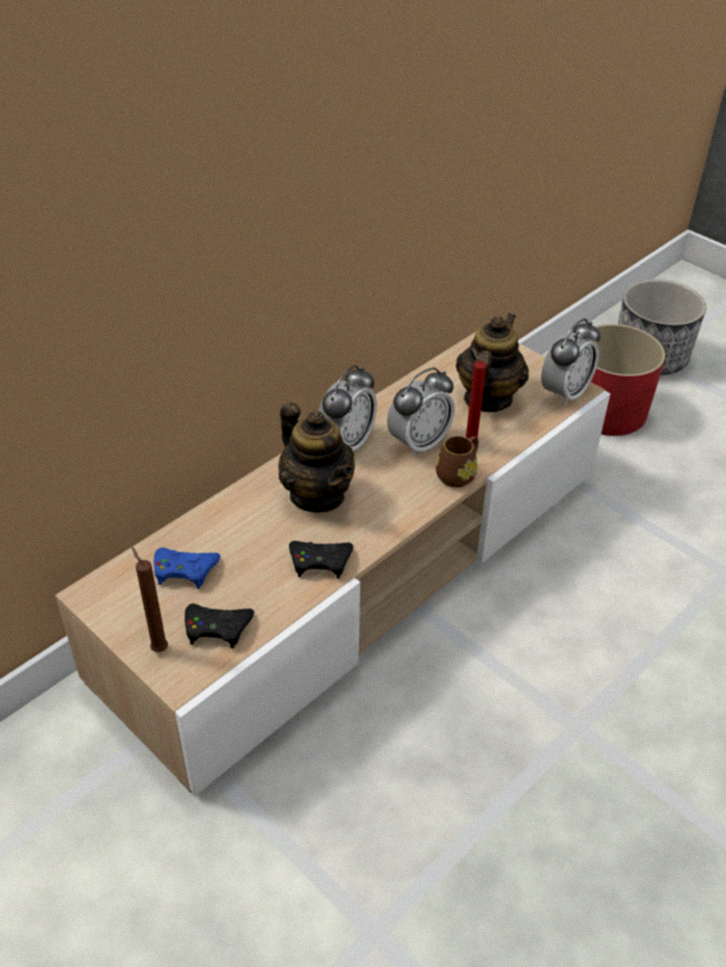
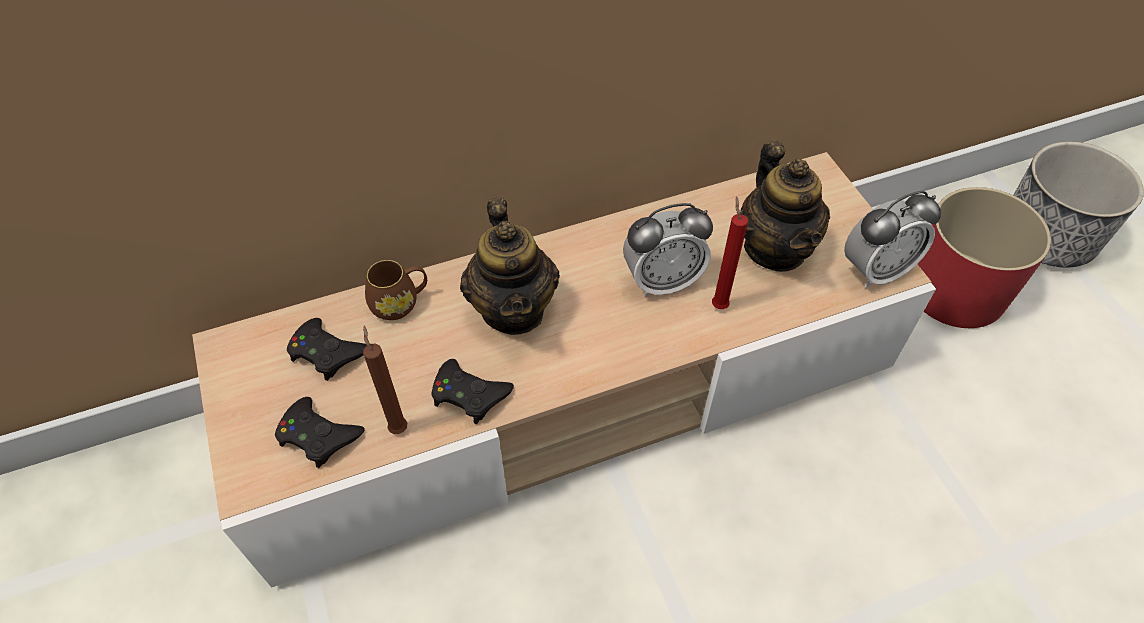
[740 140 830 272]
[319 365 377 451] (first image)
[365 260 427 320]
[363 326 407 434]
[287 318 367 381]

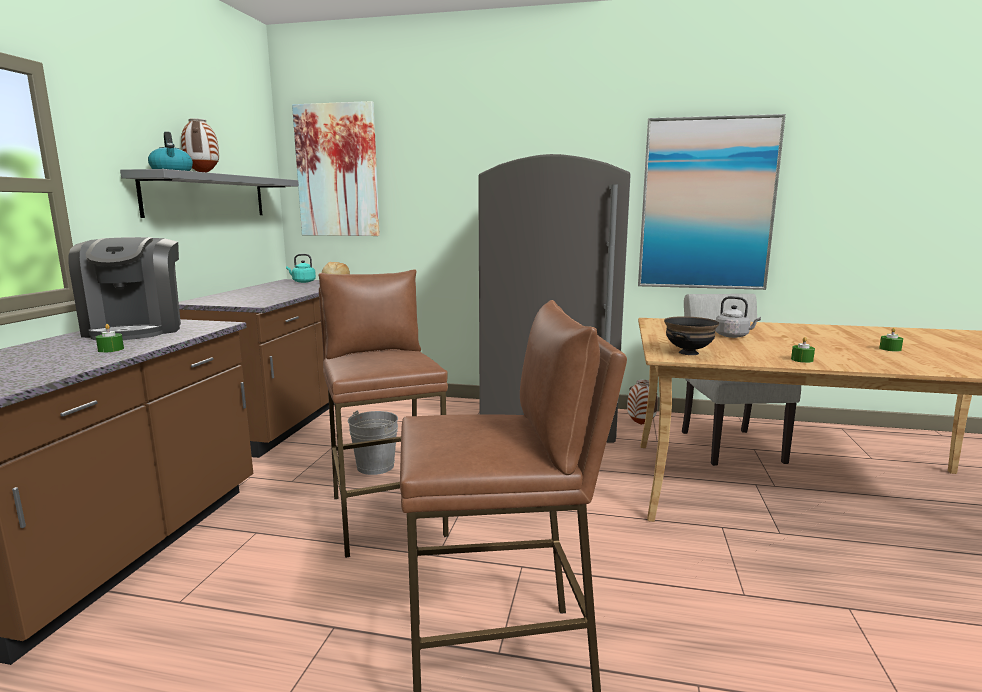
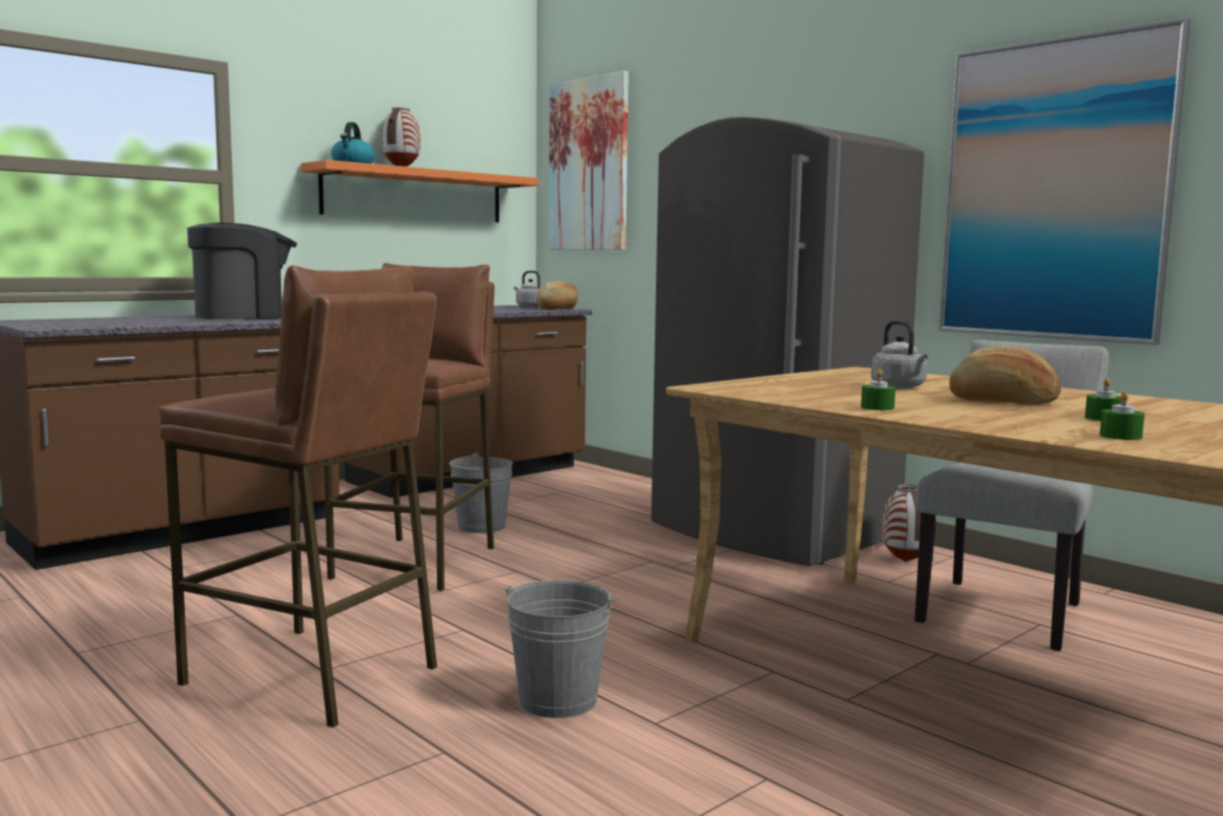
[301 160 539 222]
[187 223 297 319]
[514 271 540 307]
[664 316 719 355] (first image)
[1100 391 1145 440]
[950 346 1061 405]
[505 580 618 718]

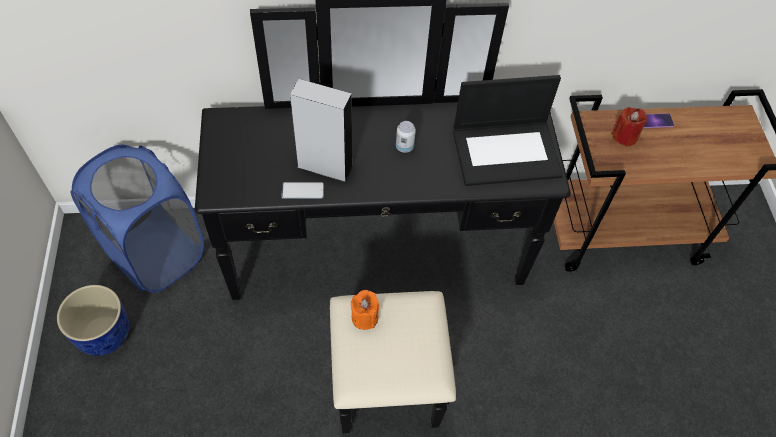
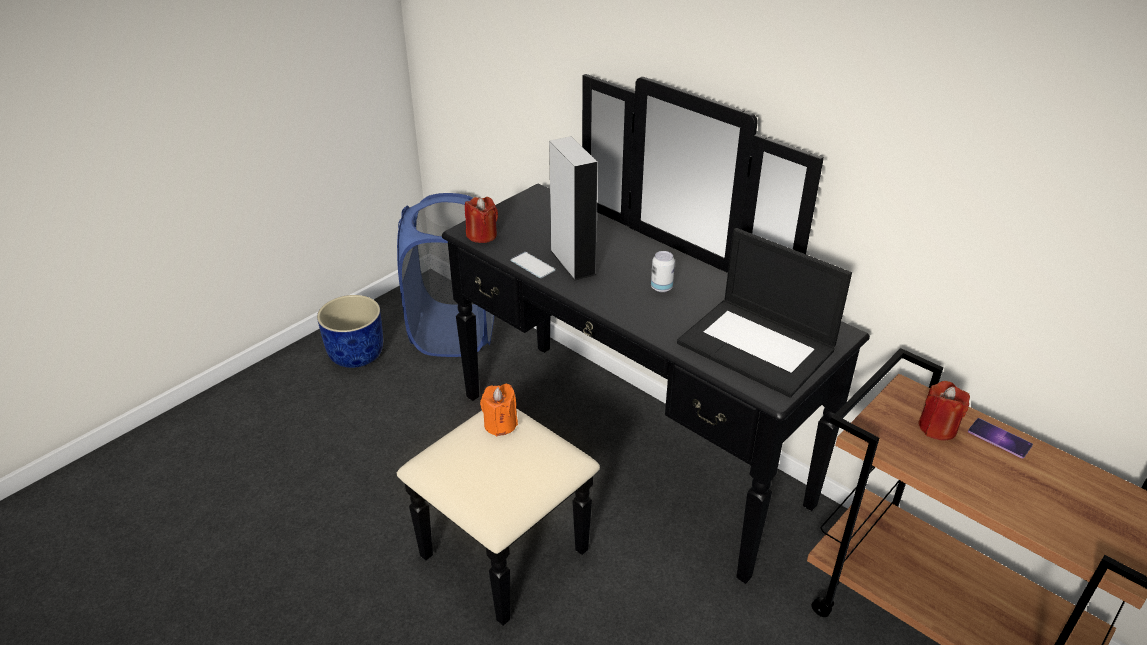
[465 197 498 243]

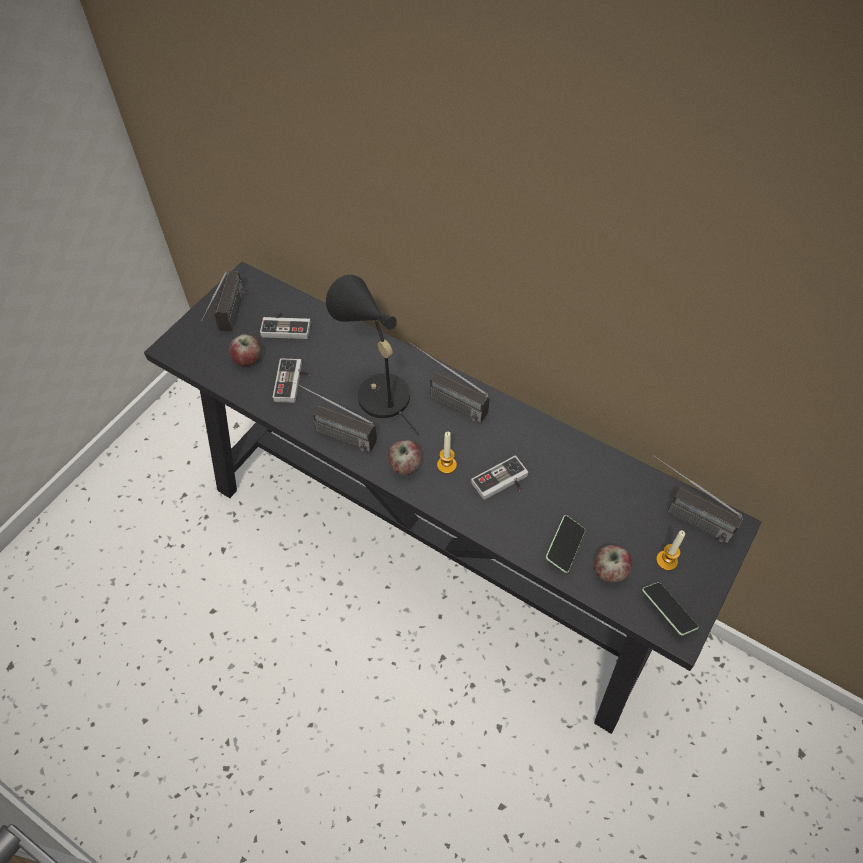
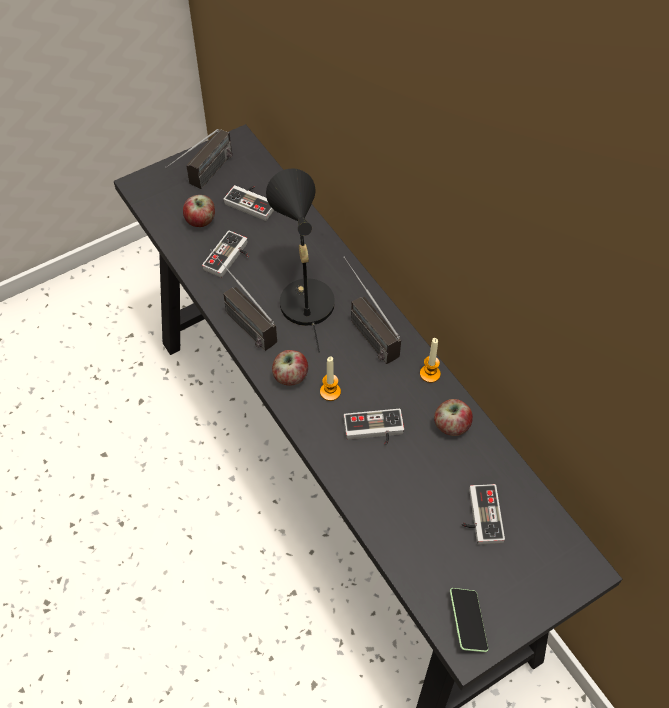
[653 455 743 544] (first image)
[546 515 585 573] (first image)
[420 338 441 383]
[434 399 473 436]
[462 484 505 545]

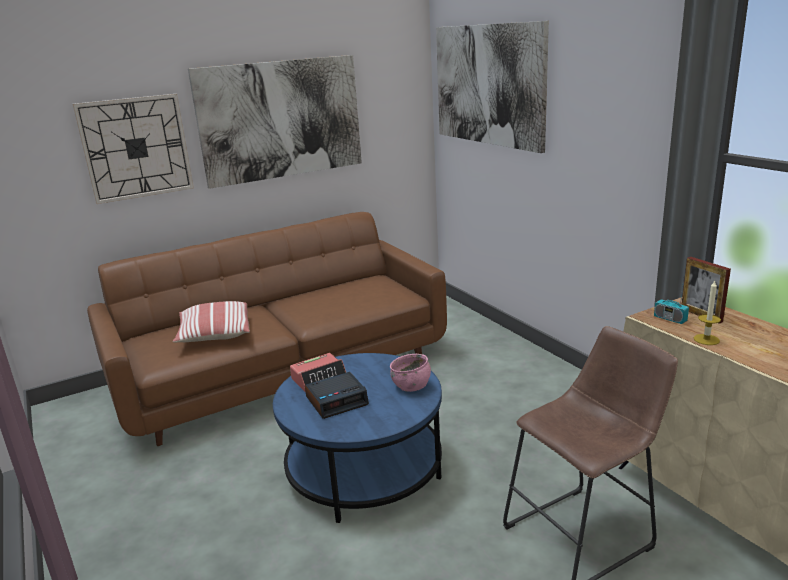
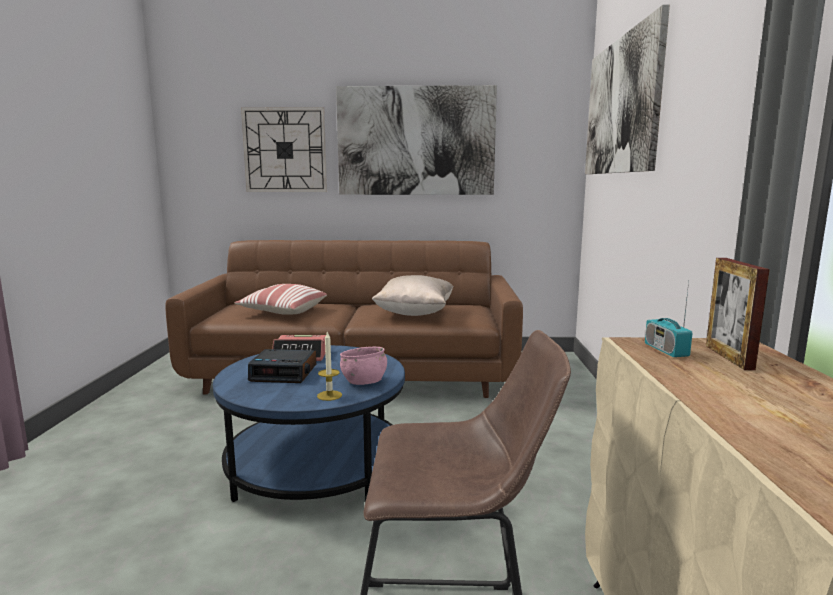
[317 331 342 401]
[372 275 454 316]

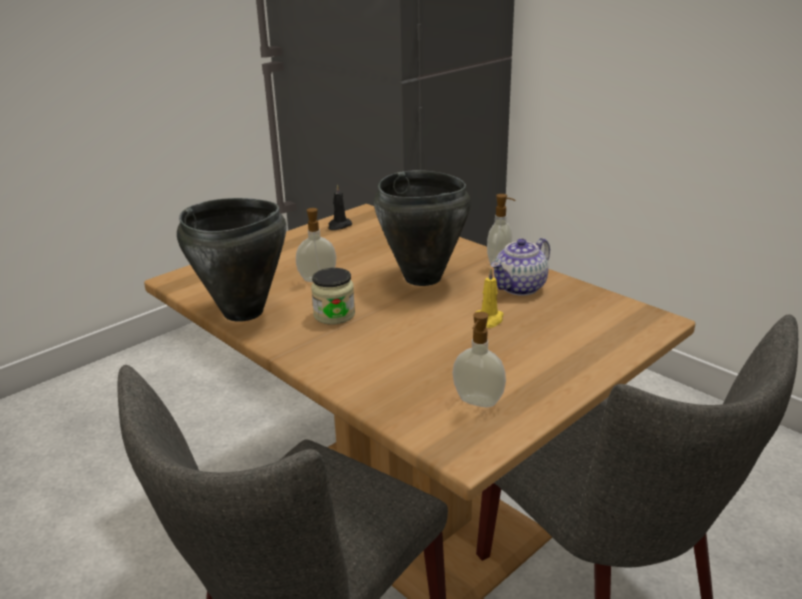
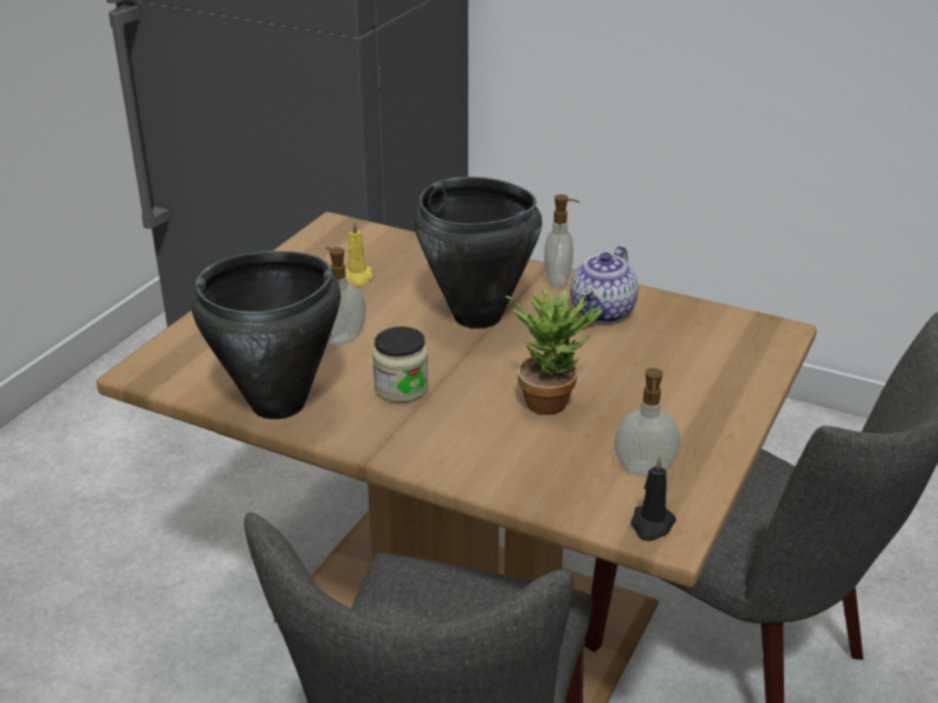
[631 456 676 541]
[345 220 373 286]
[506 288 604 415]

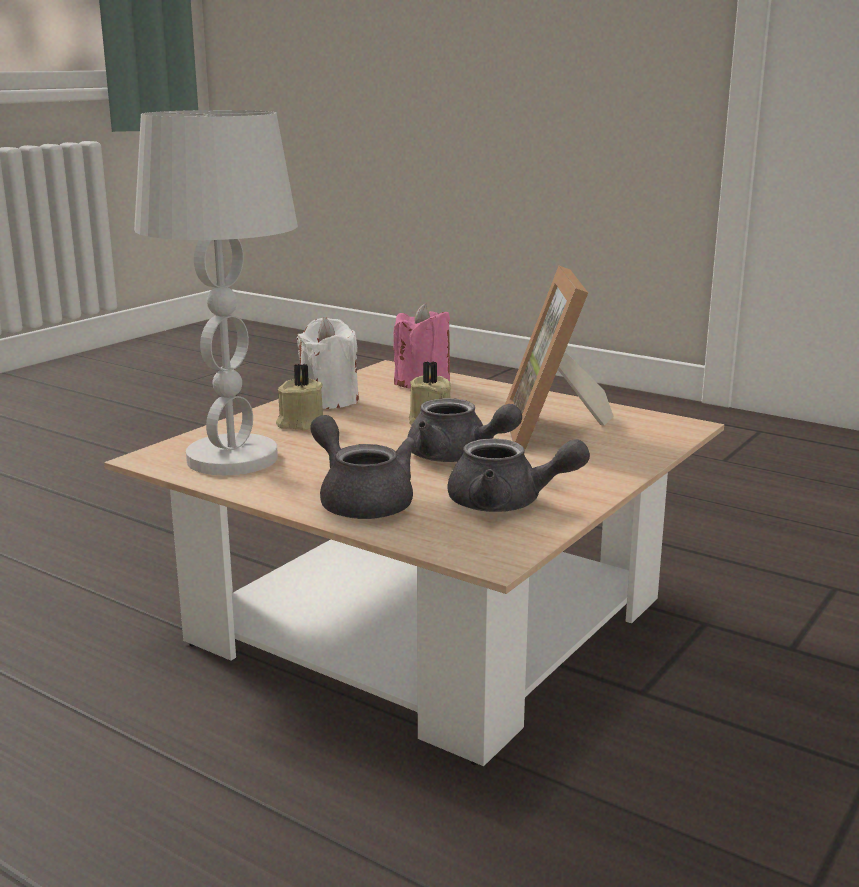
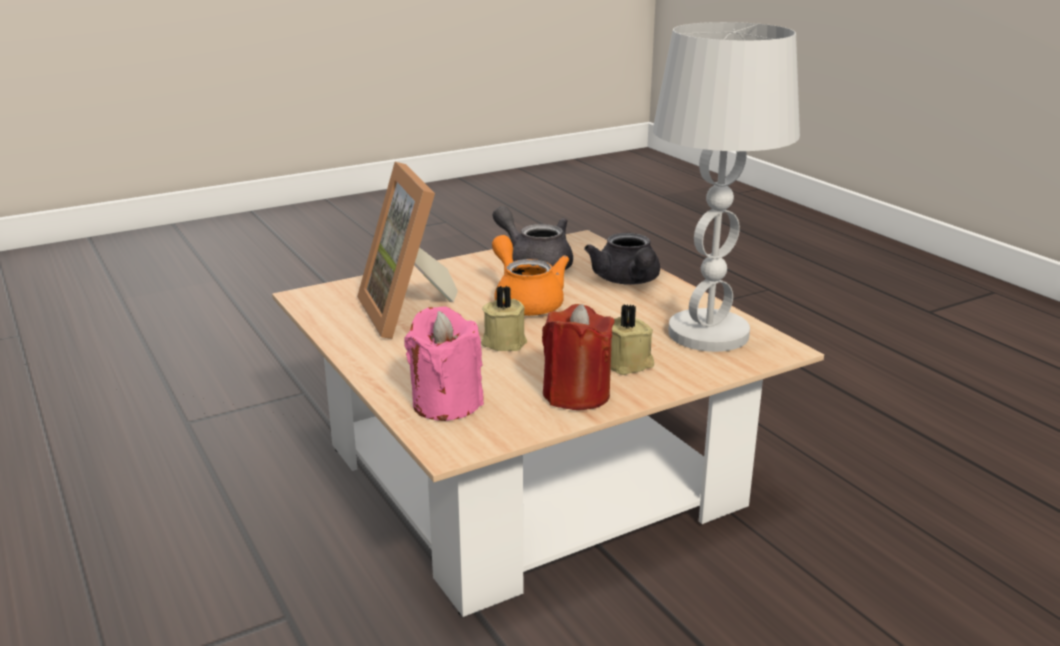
[357 162 458 339]
[542 304 615 410]
[492 235 569 316]

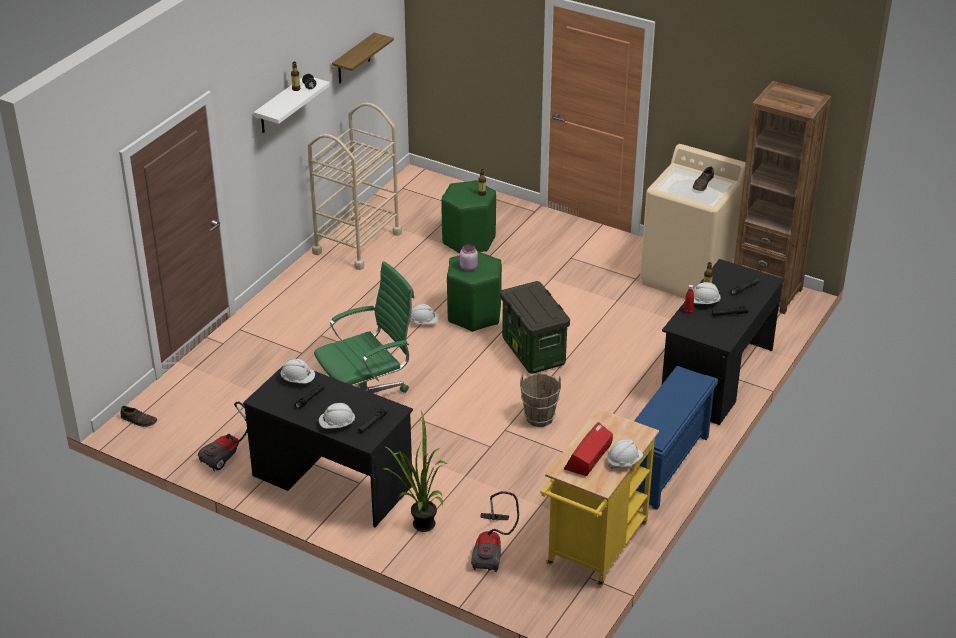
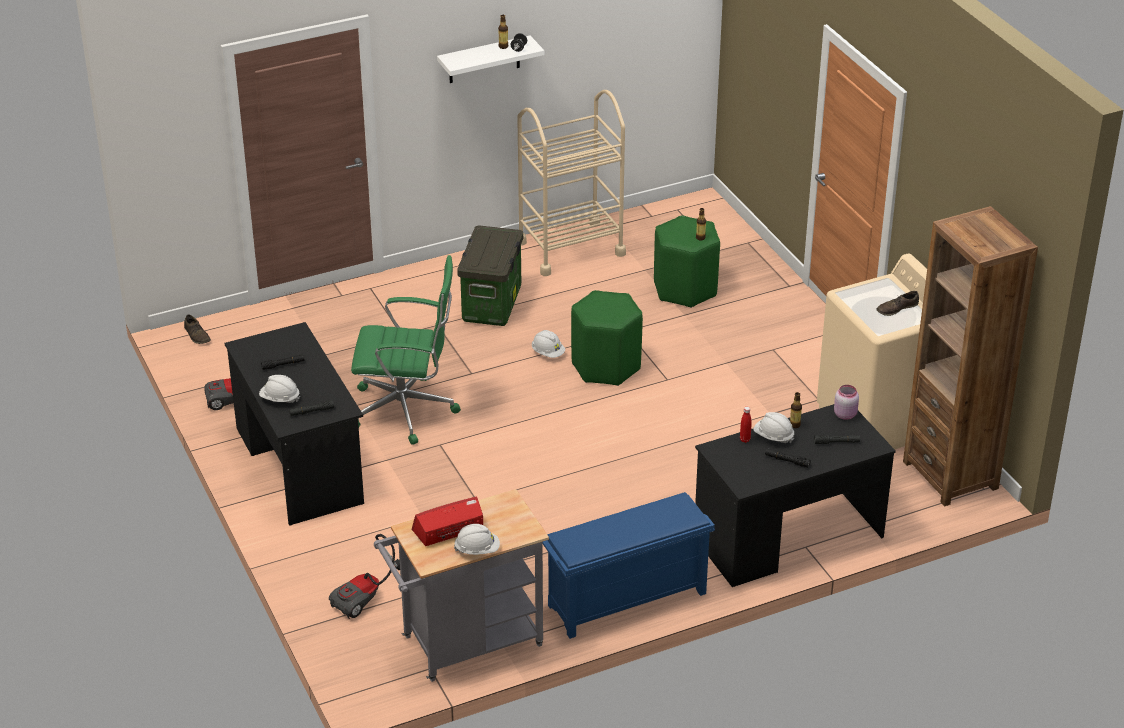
[332 33 394 83] (first image)
[834 385 859 420]
[457 225 523 326]
[281 359 315 383] (first image)
[520 373 561 427] (first image)
[374 489 549 682]
[383 411 447 532] (first image)

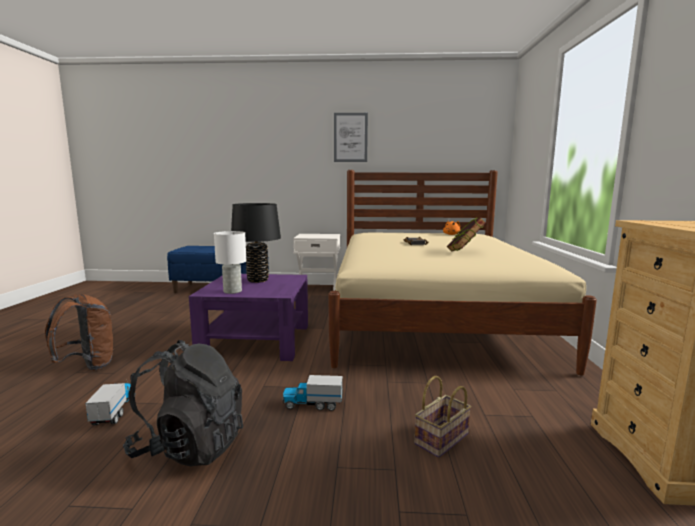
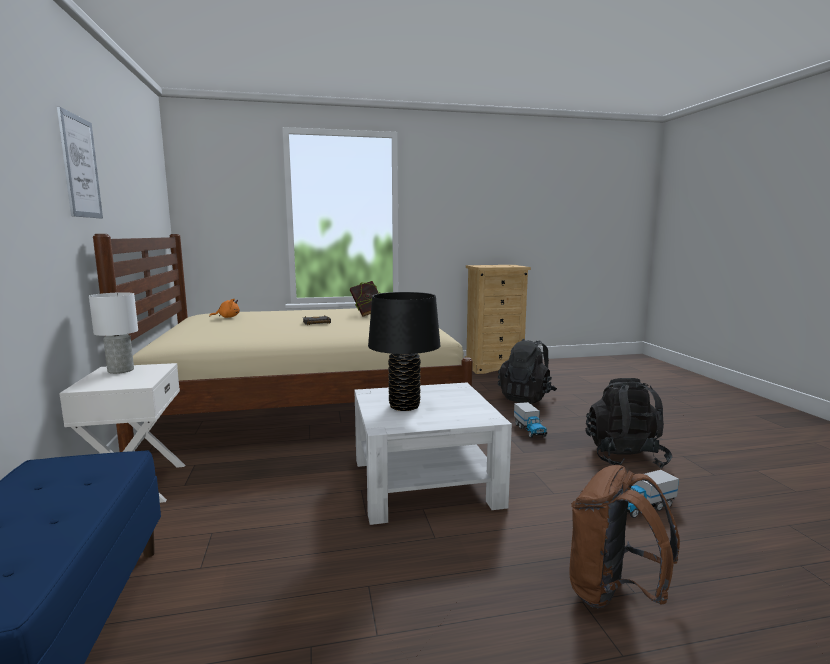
[89 292 138 374]
[354 383 512 525]
[498 339 557 404]

